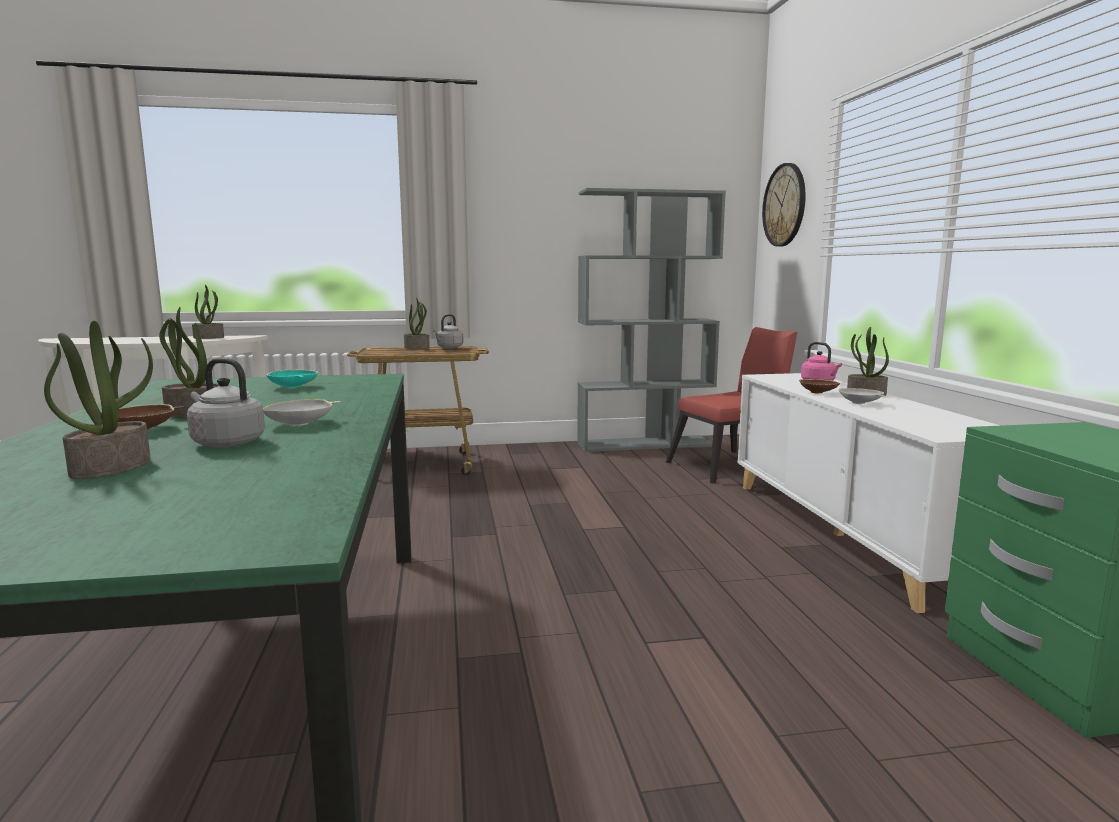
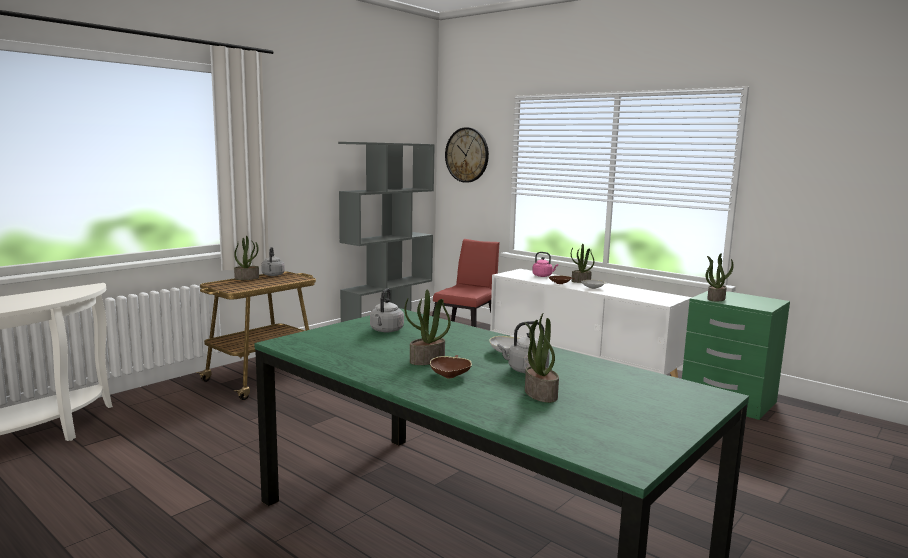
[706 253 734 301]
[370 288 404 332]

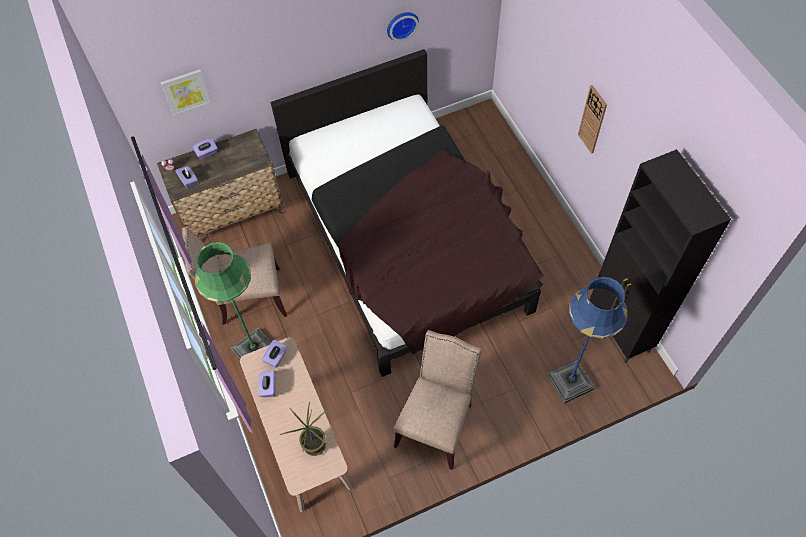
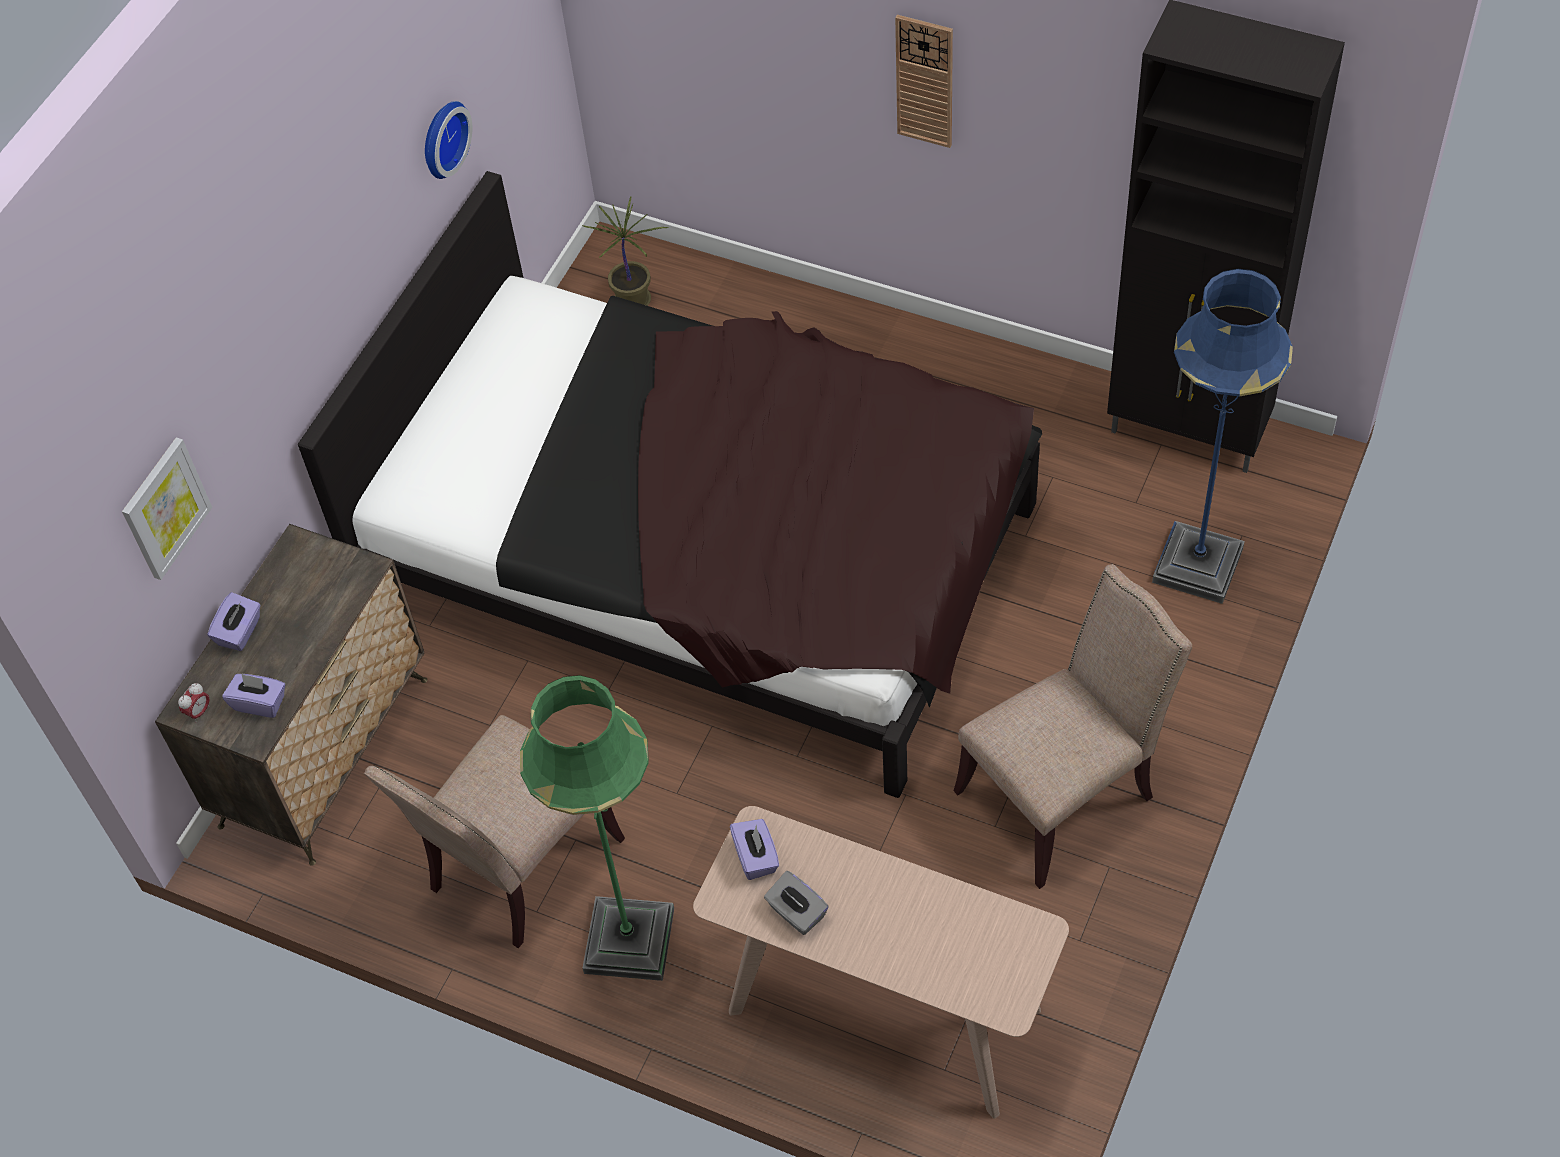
[954 564 1192 889]
[764 871 829 935]
[582 196 669 306]

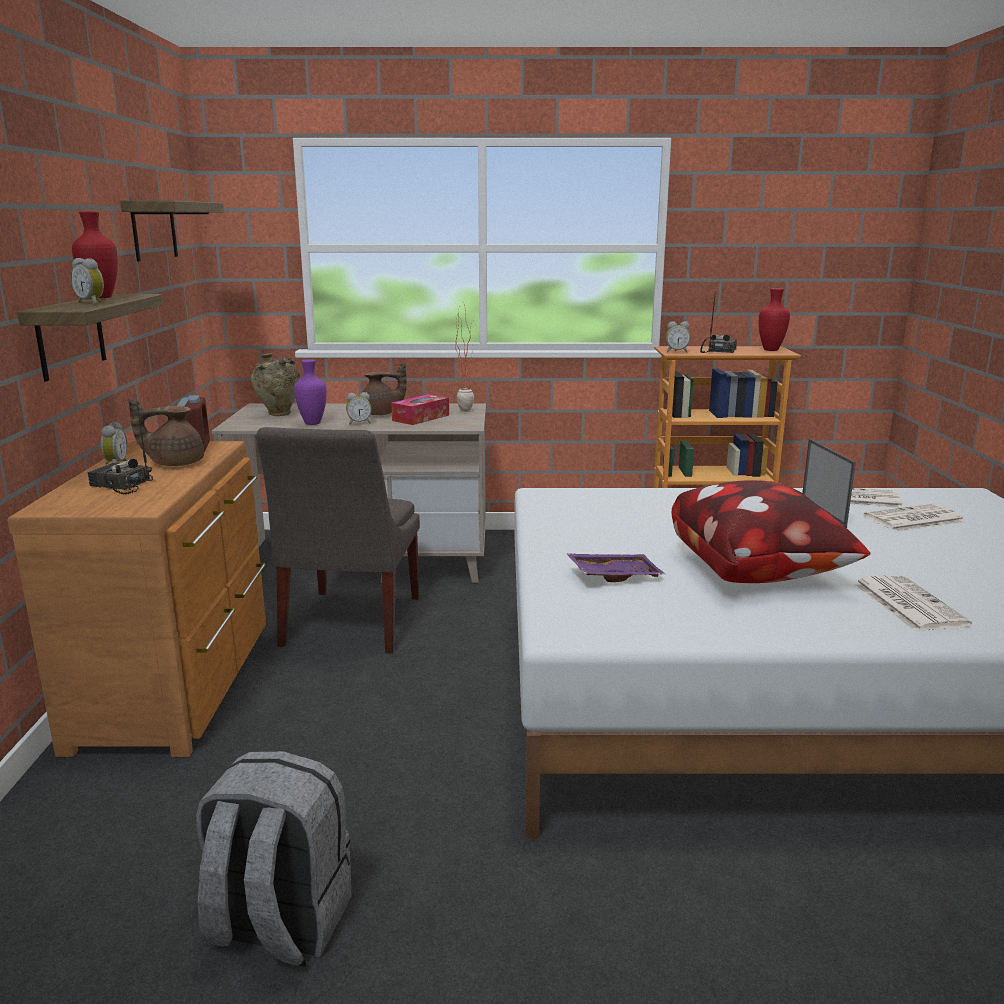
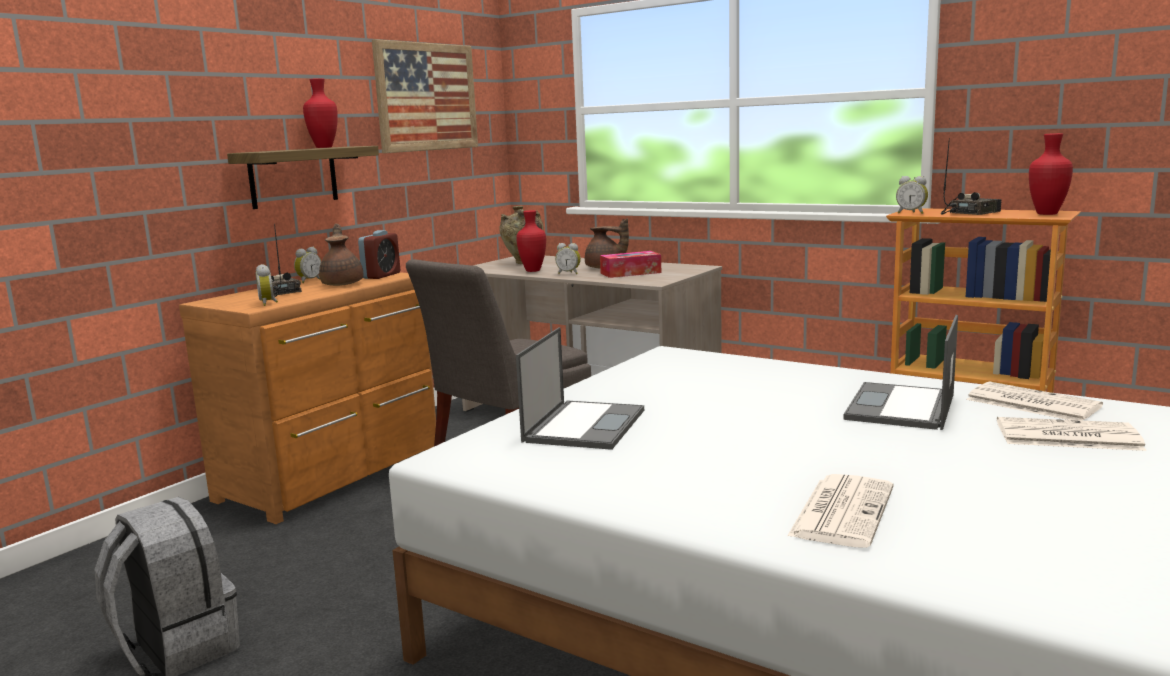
[372 39 478 153]
[256 264 278 306]
[455 299 474 412] (first image)
[516 210 546 272]
[319 223 364 286]
[671 480 871 583] (first image)
[516 327 644 450]

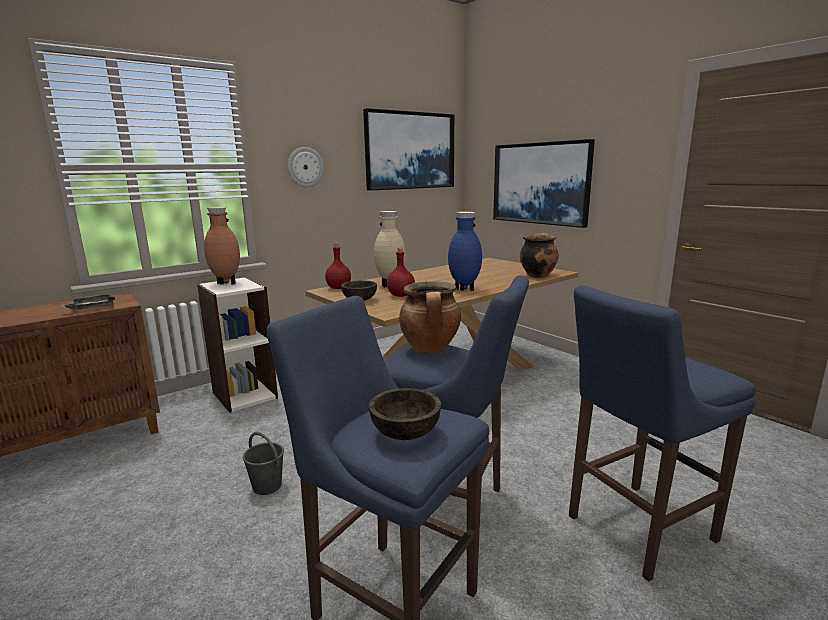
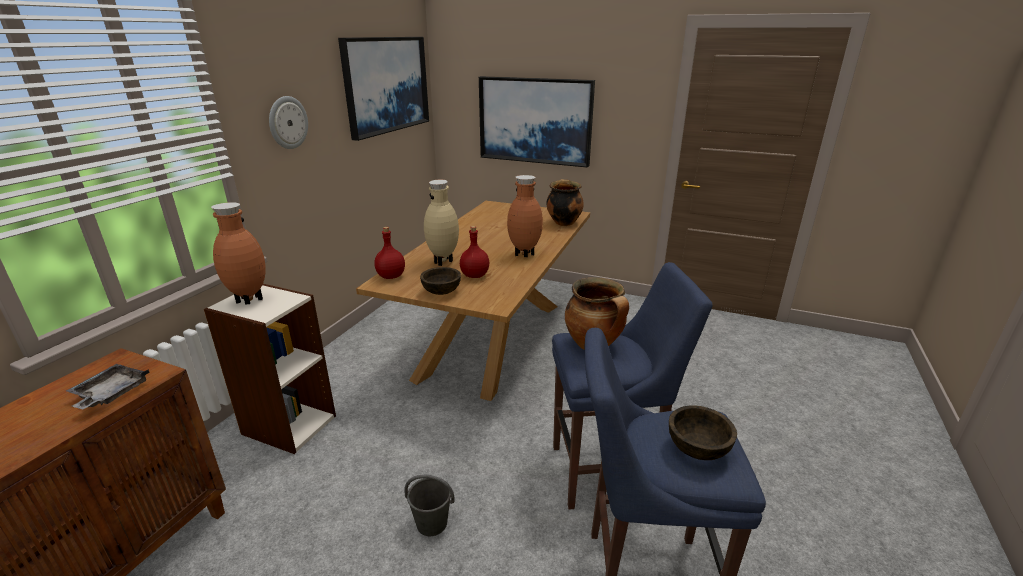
[507 175 543 257]
[569 285 756 582] (first image)

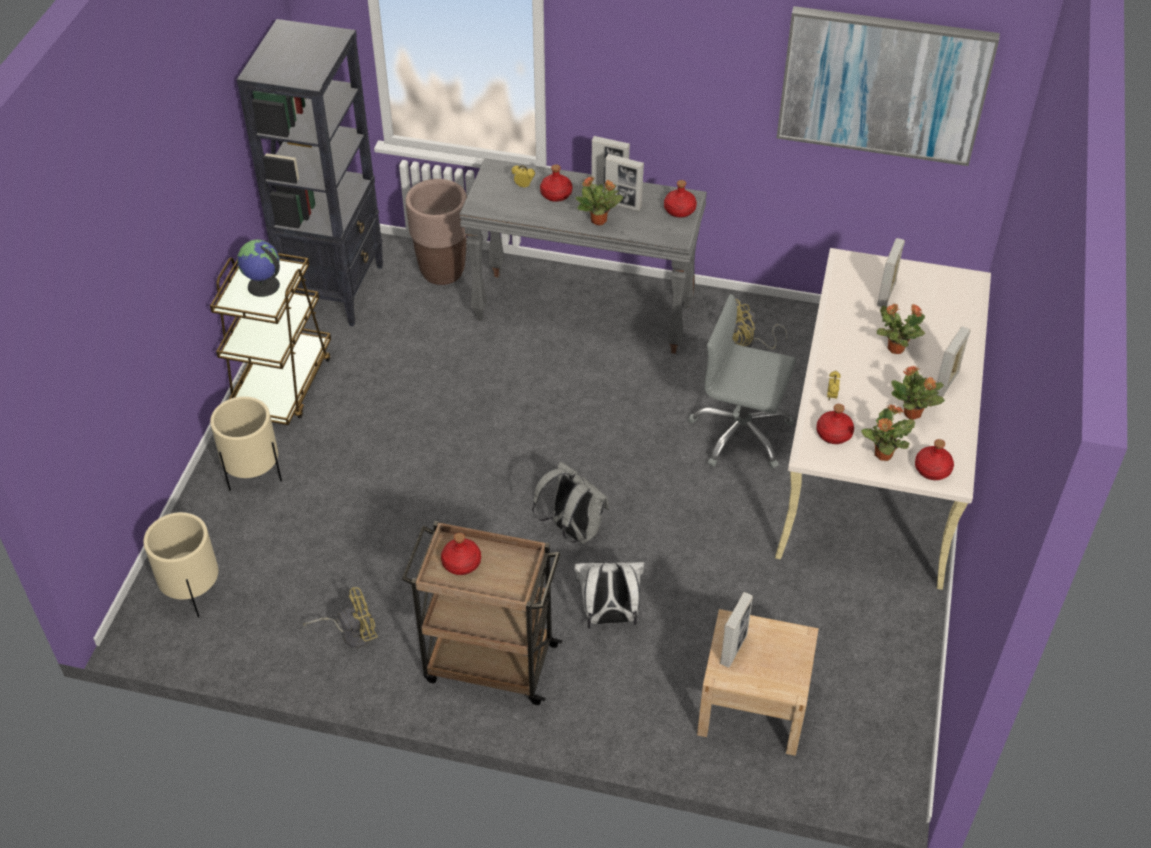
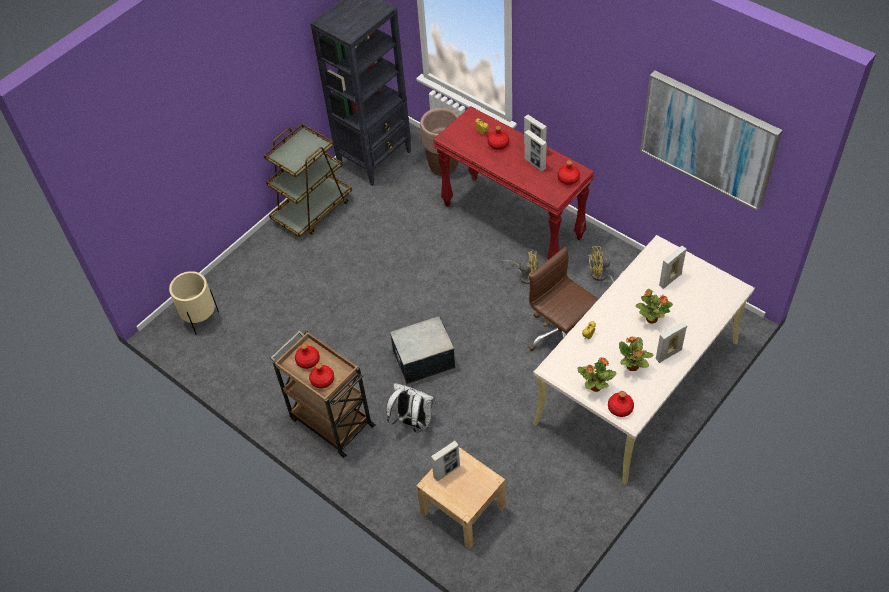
[433 106 594 260]
[575 176 623 225] (first image)
[237 240 280 297] (first image)
[528 246 598 351]
[210 396 282 491] (first image)
[309 363 334 388]
[390 316 455 384]
[501 249 539 284]

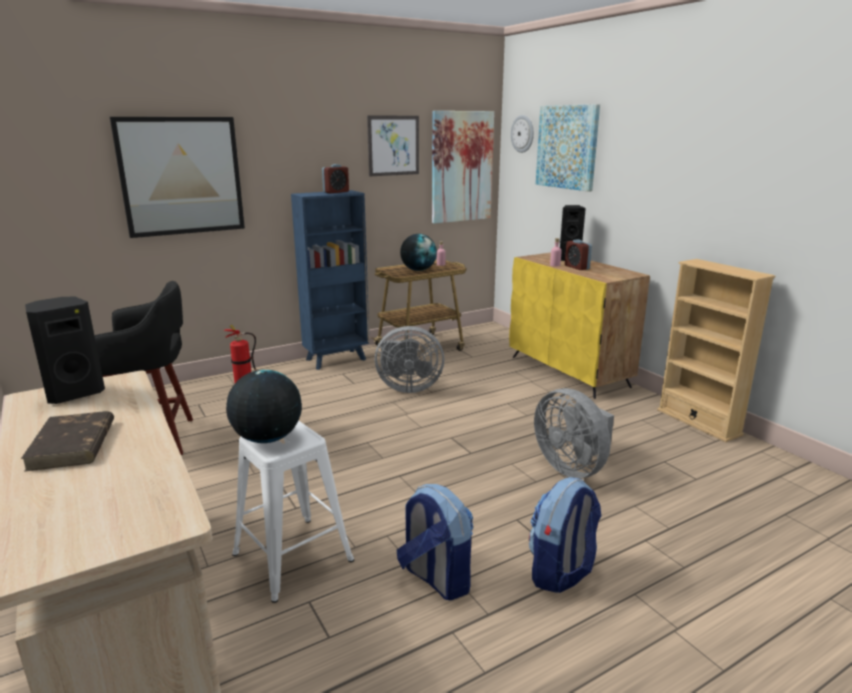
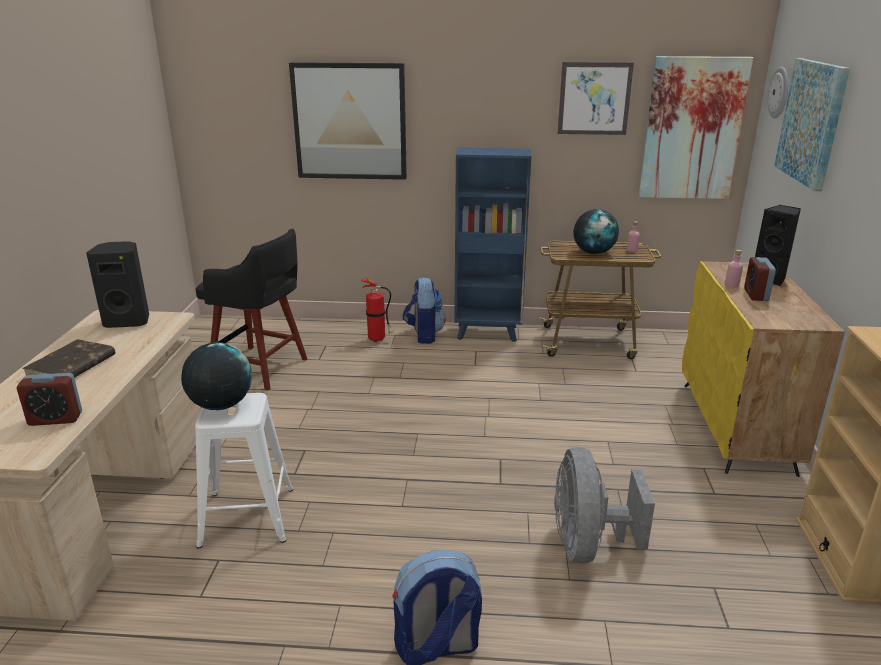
[17 373 82 426]
[375 326 444 393] (first image)
[403 277 446 344]

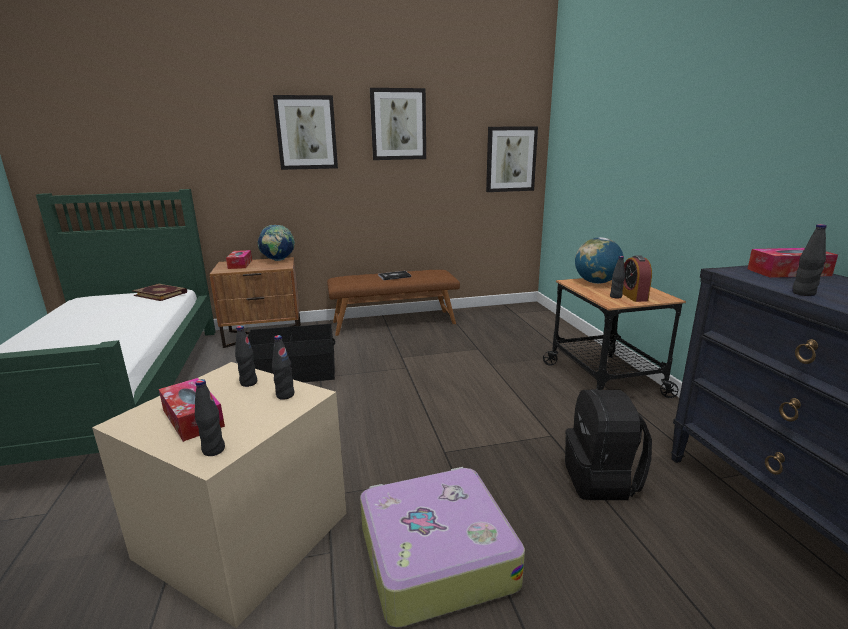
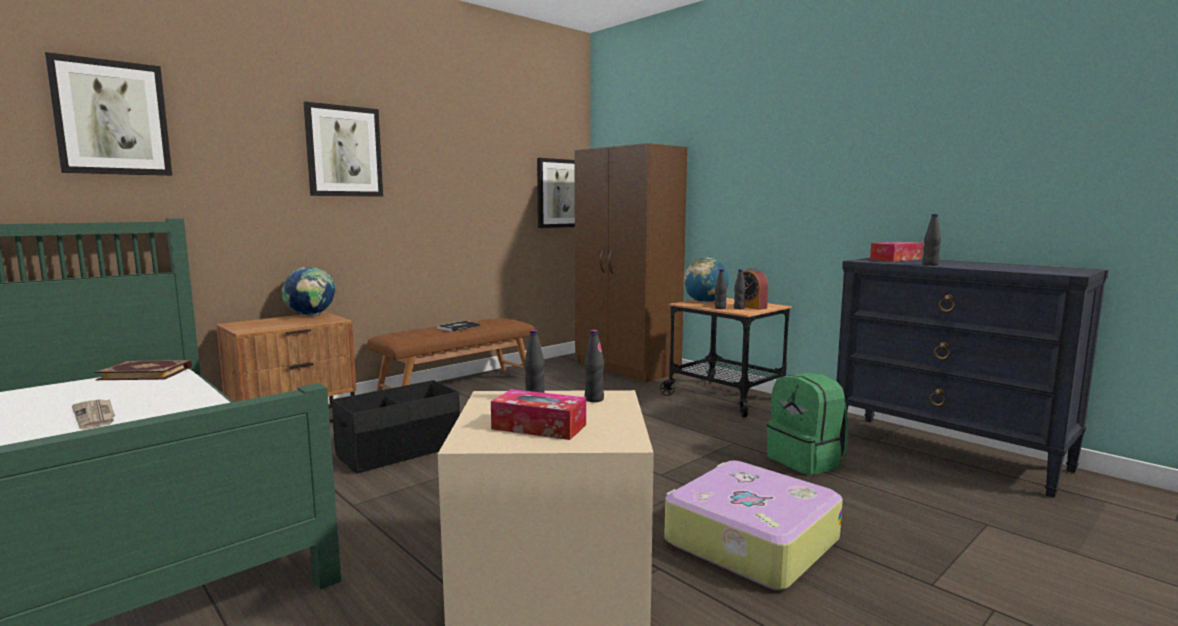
[45 52 172 176]
[226 250 252 269] (first image)
[715 269 727 309]
[767 372 848 475]
[574 143 687 382]
[72 399 115 430]

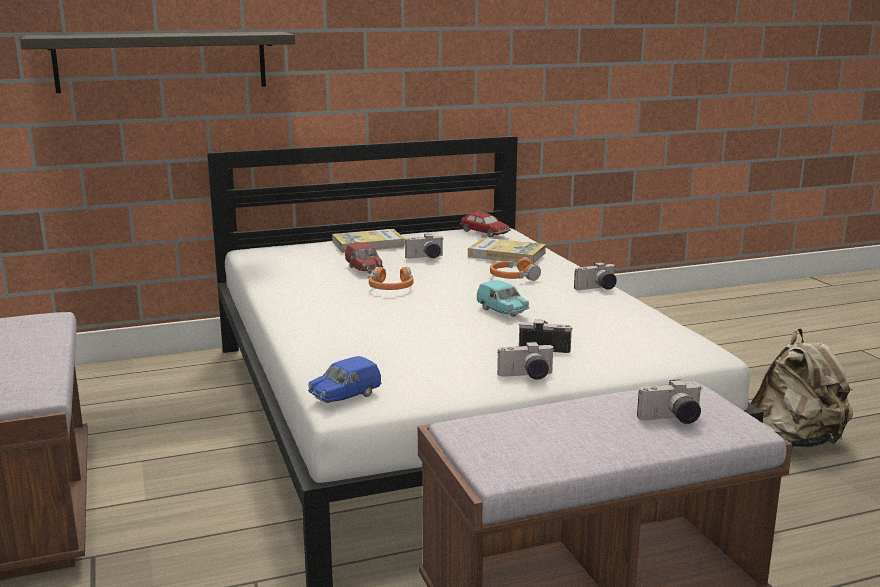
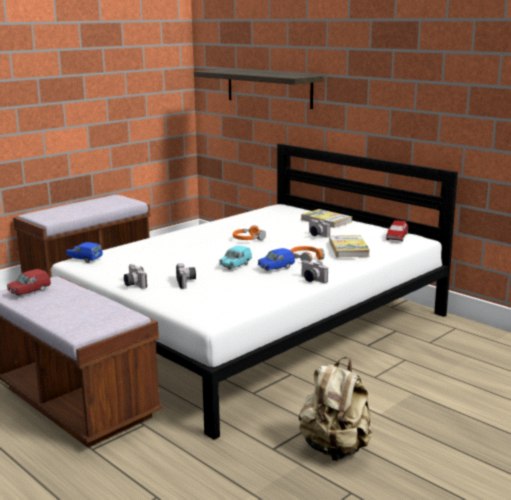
[7 269 51 296]
[637 379 703 424] (first image)
[258 248 295 271]

